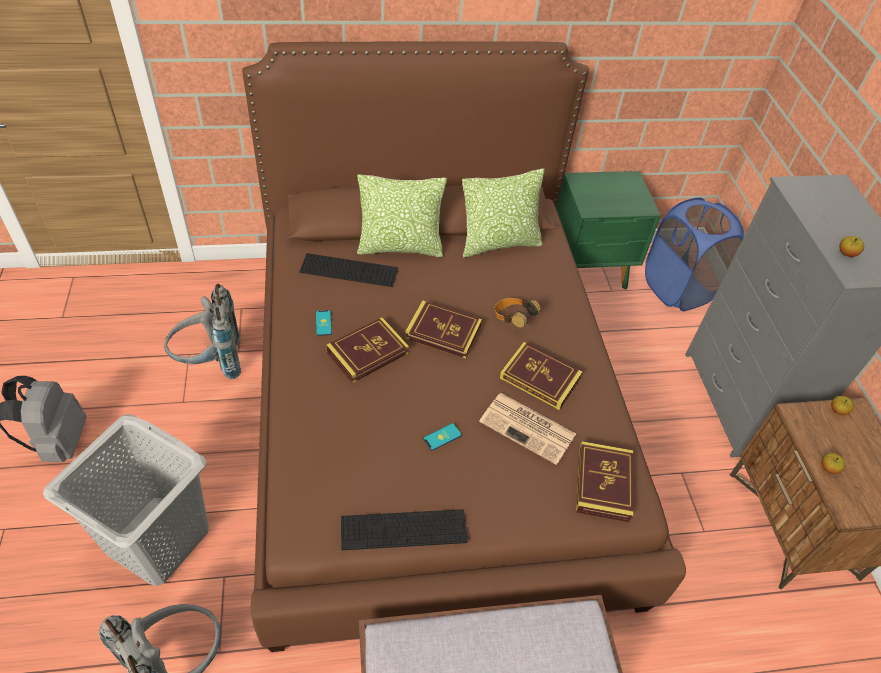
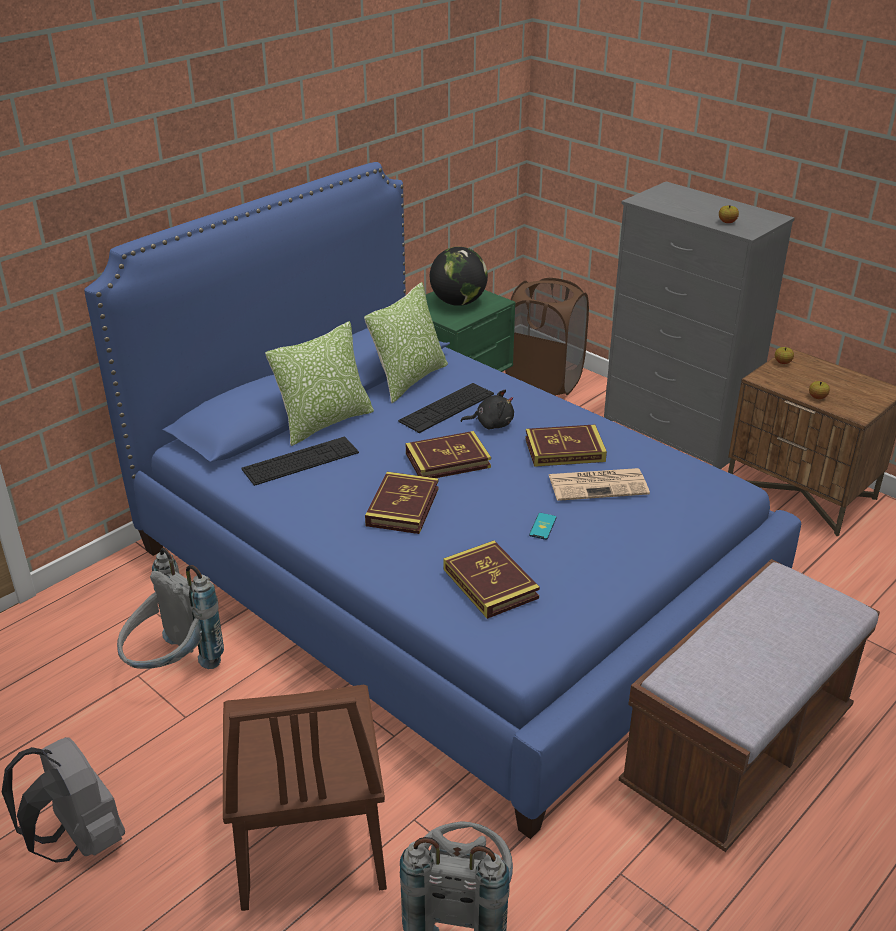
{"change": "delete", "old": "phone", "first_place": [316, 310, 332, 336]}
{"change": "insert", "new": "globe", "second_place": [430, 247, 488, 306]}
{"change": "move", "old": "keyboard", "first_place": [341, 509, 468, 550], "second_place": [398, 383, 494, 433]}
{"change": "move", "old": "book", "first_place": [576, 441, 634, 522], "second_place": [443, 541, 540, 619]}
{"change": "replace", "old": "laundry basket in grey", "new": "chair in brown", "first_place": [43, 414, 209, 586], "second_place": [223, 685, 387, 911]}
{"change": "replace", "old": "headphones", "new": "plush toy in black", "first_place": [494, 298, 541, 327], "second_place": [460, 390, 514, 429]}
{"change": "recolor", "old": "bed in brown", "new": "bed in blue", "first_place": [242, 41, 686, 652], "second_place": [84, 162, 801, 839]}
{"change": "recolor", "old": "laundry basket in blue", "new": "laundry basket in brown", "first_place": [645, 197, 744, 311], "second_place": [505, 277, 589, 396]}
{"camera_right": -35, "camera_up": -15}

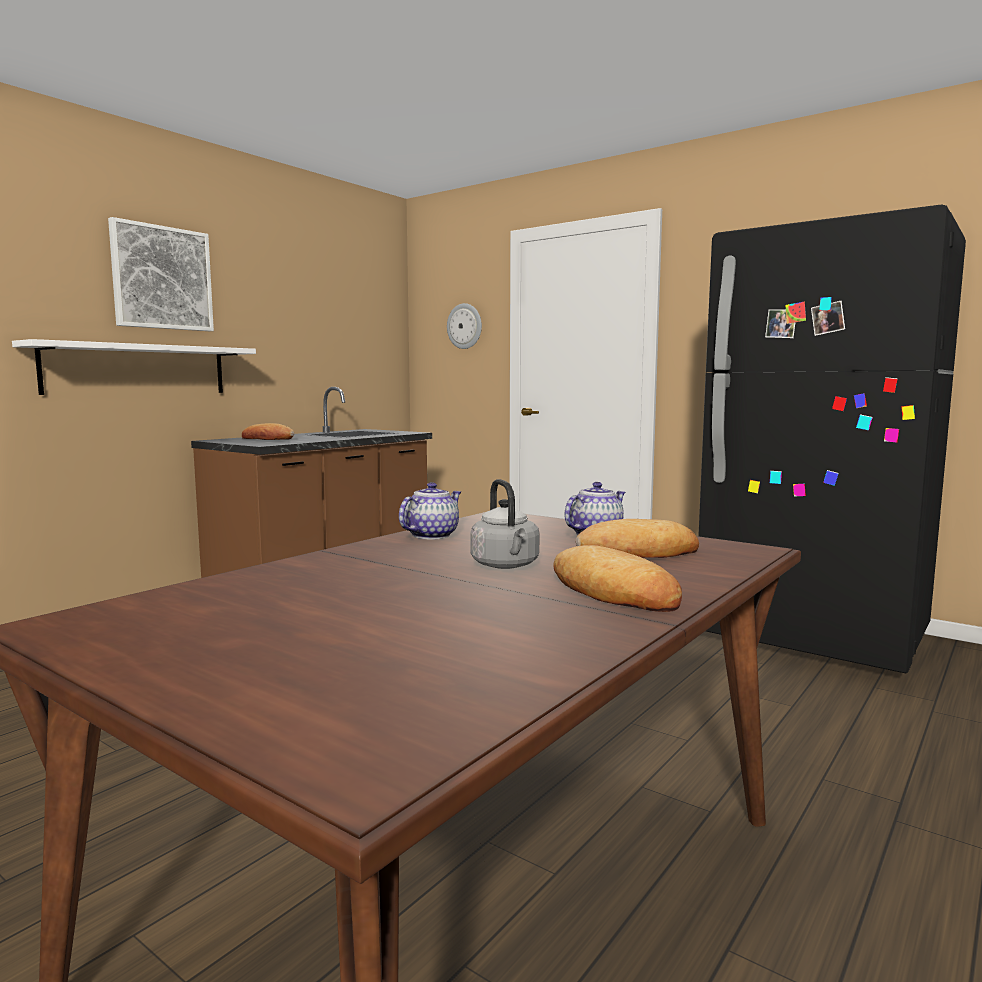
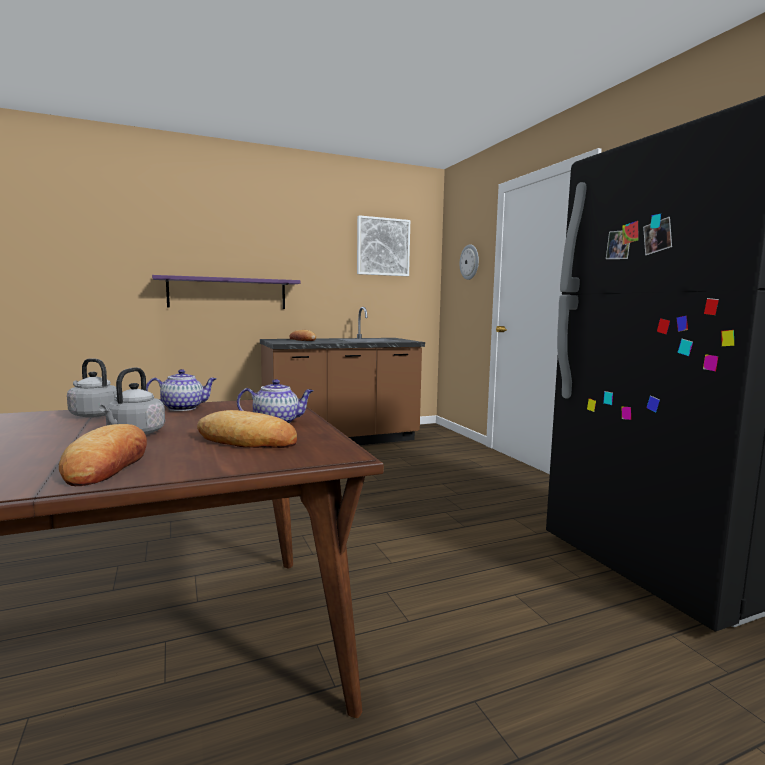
{"change": "insert", "new": "kettle in grey", "second_place": [67, 358, 117, 418]}
{"change": "move", "old": "picture", "first_place": [108, 217, 214, 331], "second_place": [357, 215, 410, 276]}
{"change": "recolor", "old": "shelf in white", "new": "shelf in purple", "first_place": [12, 339, 256, 395], "second_place": [152, 275, 301, 309]}
{"camera_right": 30, "camera_up": 0}

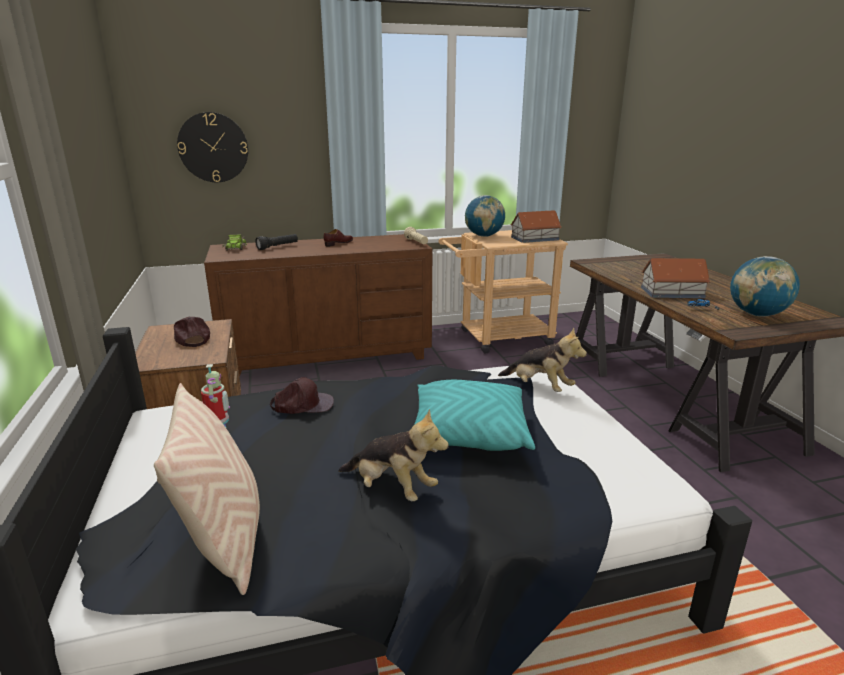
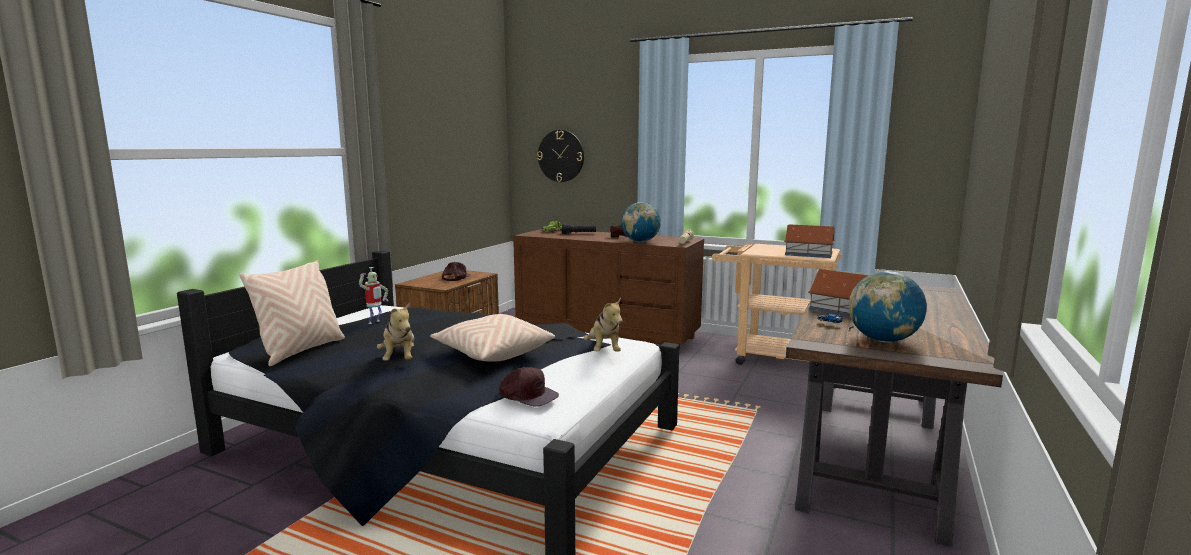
{"change": "move", "old": "cap in brown", "first_place": [270, 377, 334, 414], "second_place": [500, 367, 559, 407]}
{"change": "move", "old": "globe", "first_place": [465, 195, 505, 237], "second_place": [621, 202, 661, 242]}
{"change": "recolor", "old": "pillow in turquoise", "new": "pillow in beige", "first_place": [414, 380, 535, 451], "second_place": [430, 314, 555, 362]}
{"camera_right": 40, "camera_up": -10}

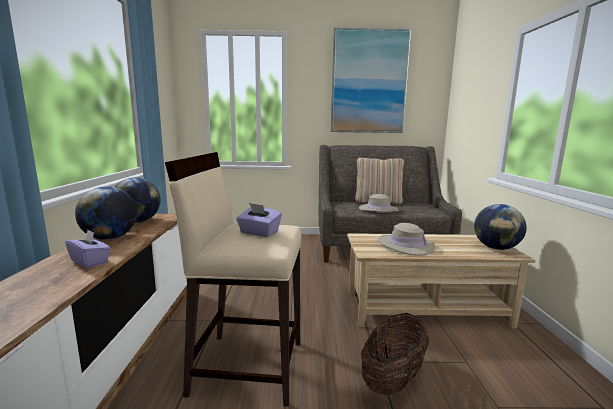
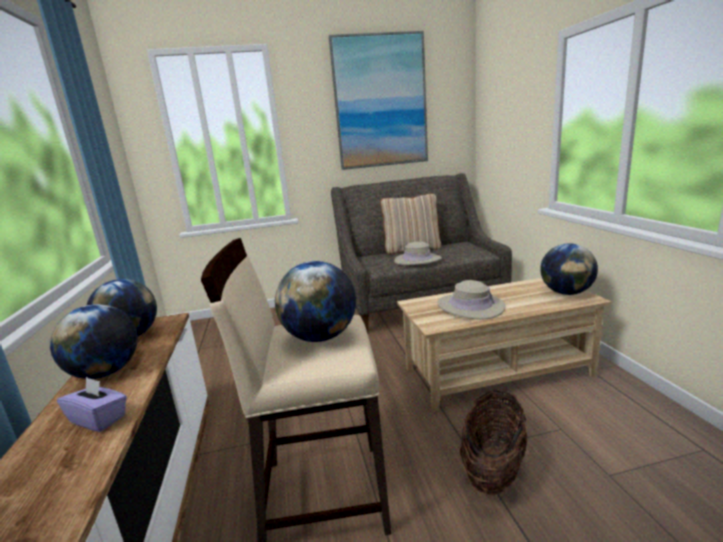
{"change": "replace", "old": "tissue box in purple", "new": "globe", "first_place": [236, 203, 282, 237], "second_place": [275, 261, 356, 342]}
{"camera_right": -10, "camera_up": 5}

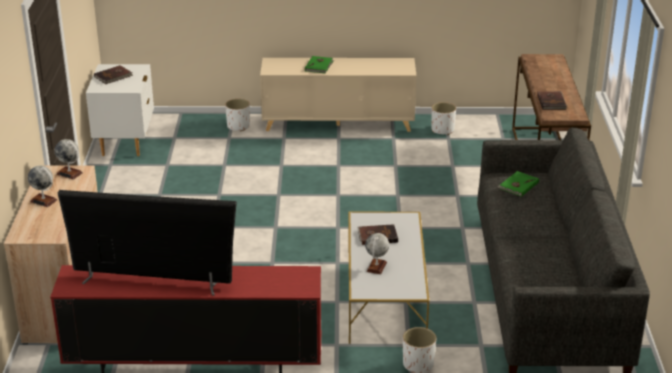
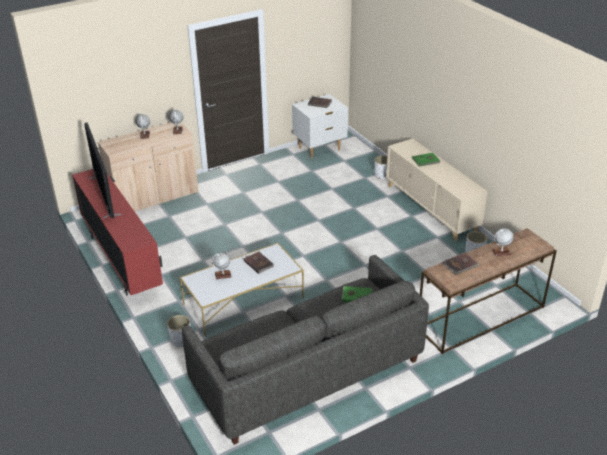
{"change": "insert", "new": "globe", "second_place": [492, 228, 513, 257]}
{"camera_right": 60, "camera_up": 5}

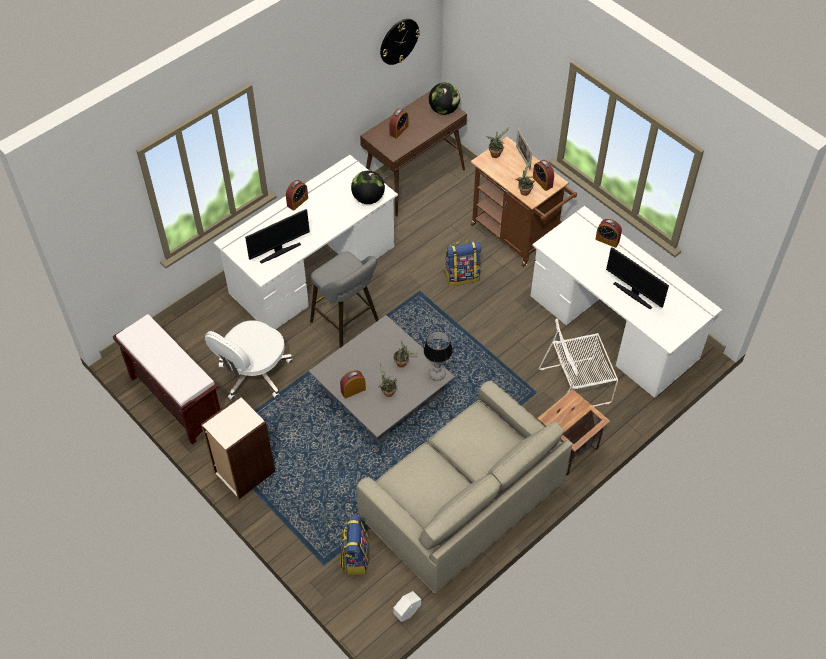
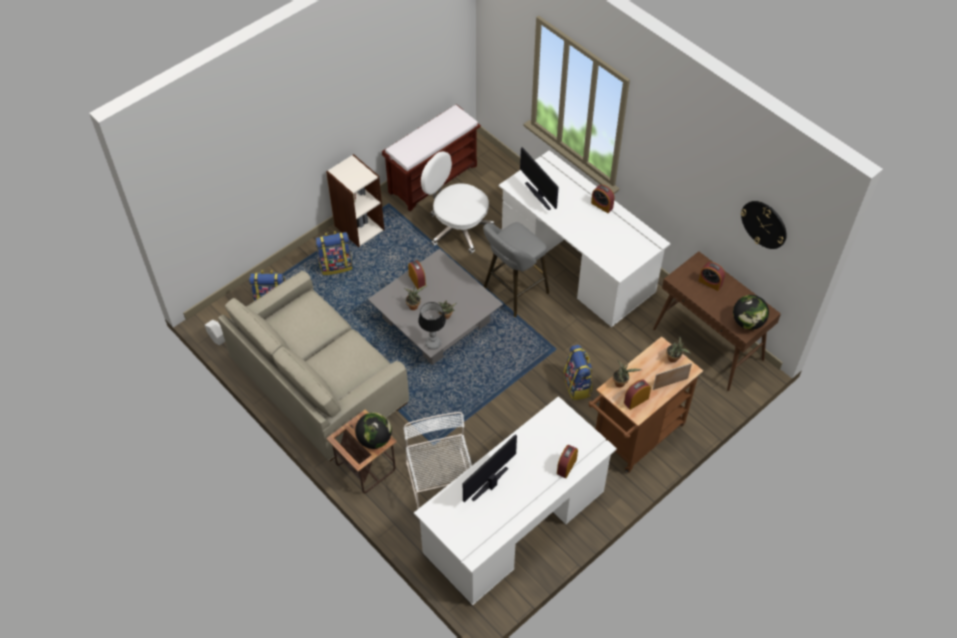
{"change": "insert", "new": "backpack", "second_place": [316, 231, 352, 275]}
{"change": "move", "old": "globe", "first_place": [351, 171, 385, 204], "second_place": [355, 412, 392, 449]}
{"camera_right": 90, "camera_up": 0}

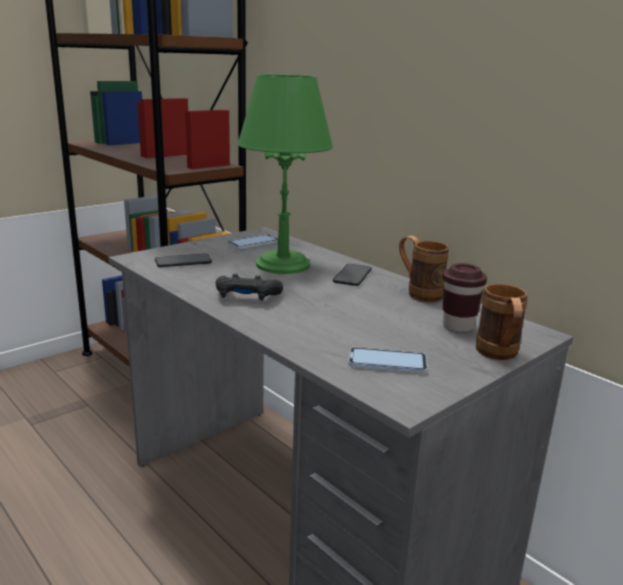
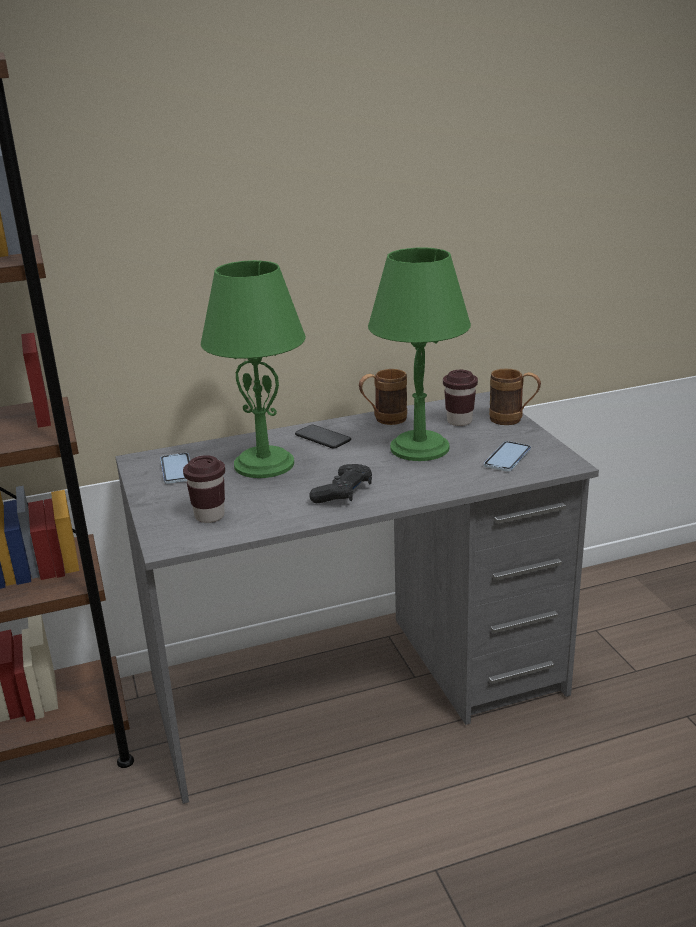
{"change": "insert", "new": "table lamp in green", "second_place": [368, 247, 471, 461]}
{"change": "replace", "old": "phone", "new": "cup in brown", "first_place": [155, 254, 212, 267], "second_place": [183, 455, 225, 523]}
{"camera_right": -65, "camera_up": 5}

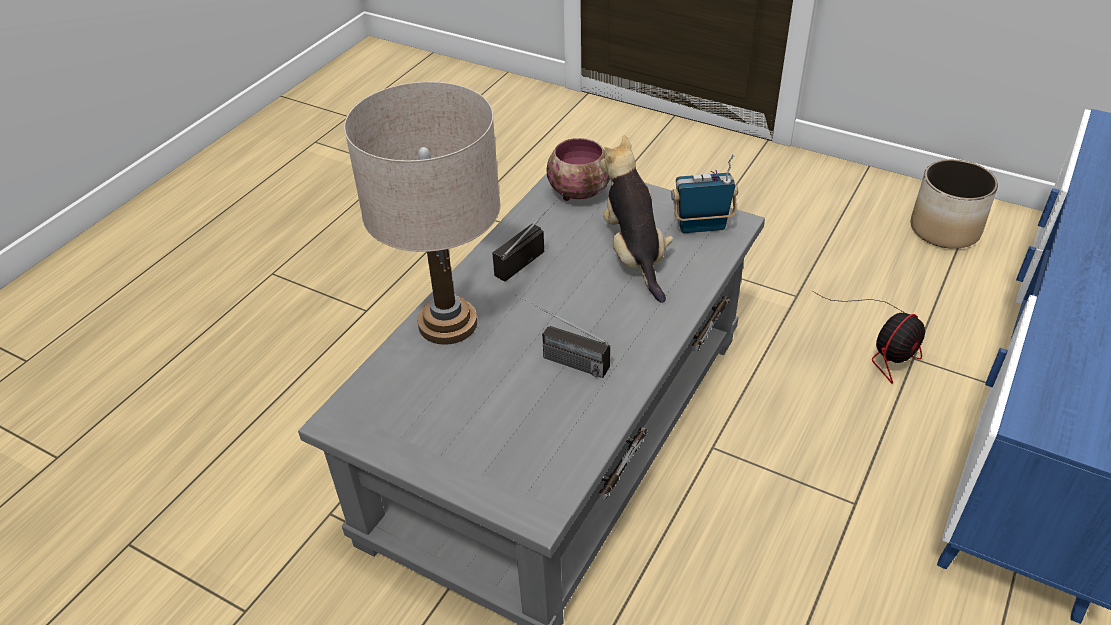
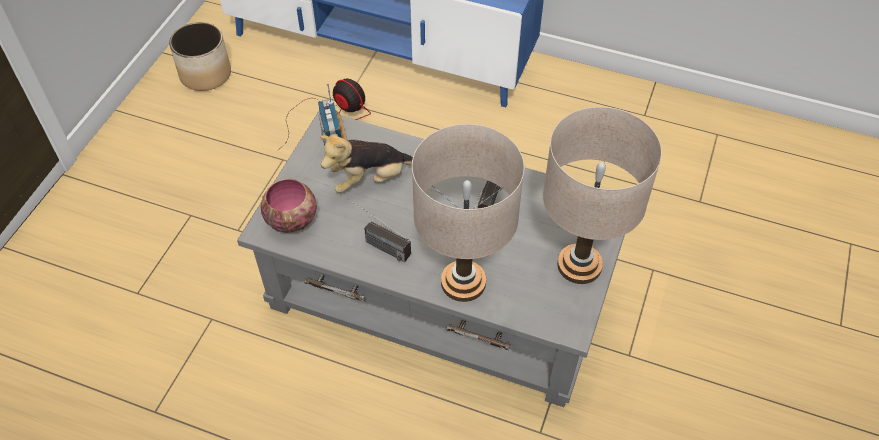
{"change": "insert", "new": "table lamp in beige", "second_place": [543, 107, 662, 284]}
{"camera_right": -100, "camera_up": 10}

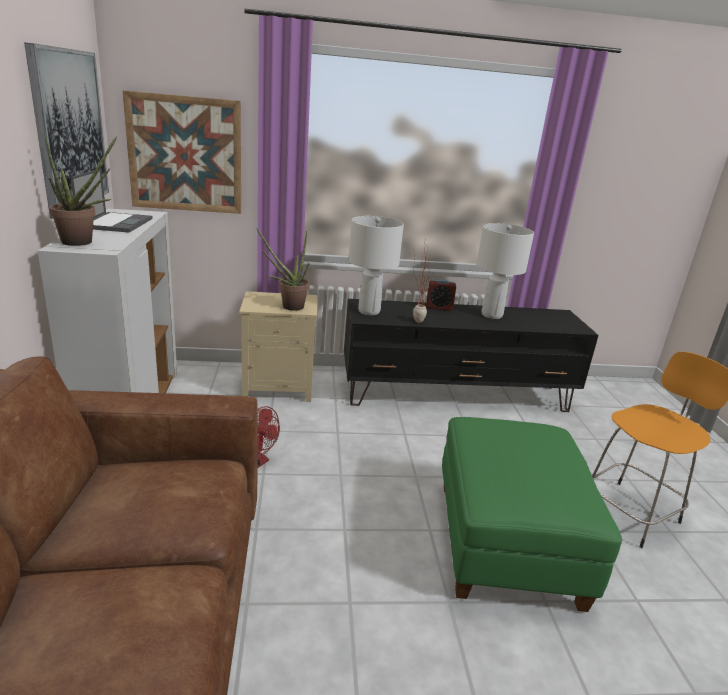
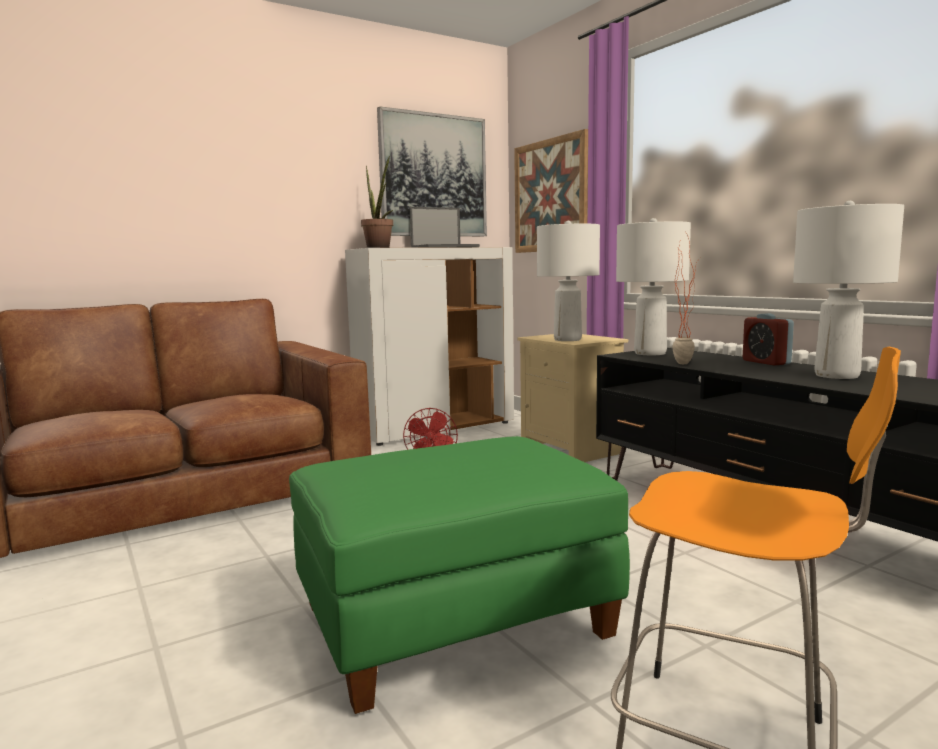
{"change": "replace", "old": "potted plant", "new": "table lamp in white", "first_place": [256, 228, 310, 311], "second_place": [537, 221, 600, 341]}
{"camera_right": 65, "camera_up": -15}

